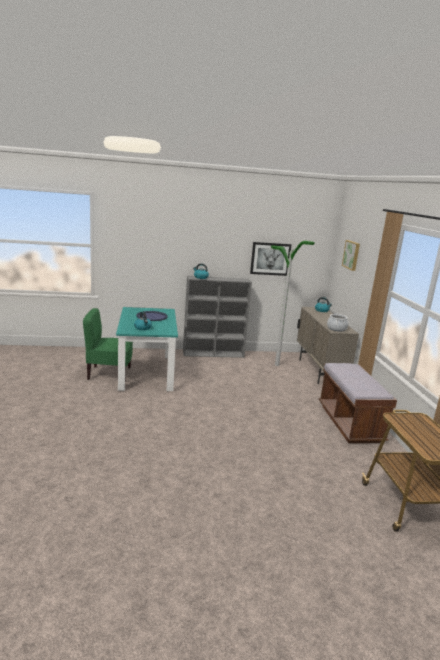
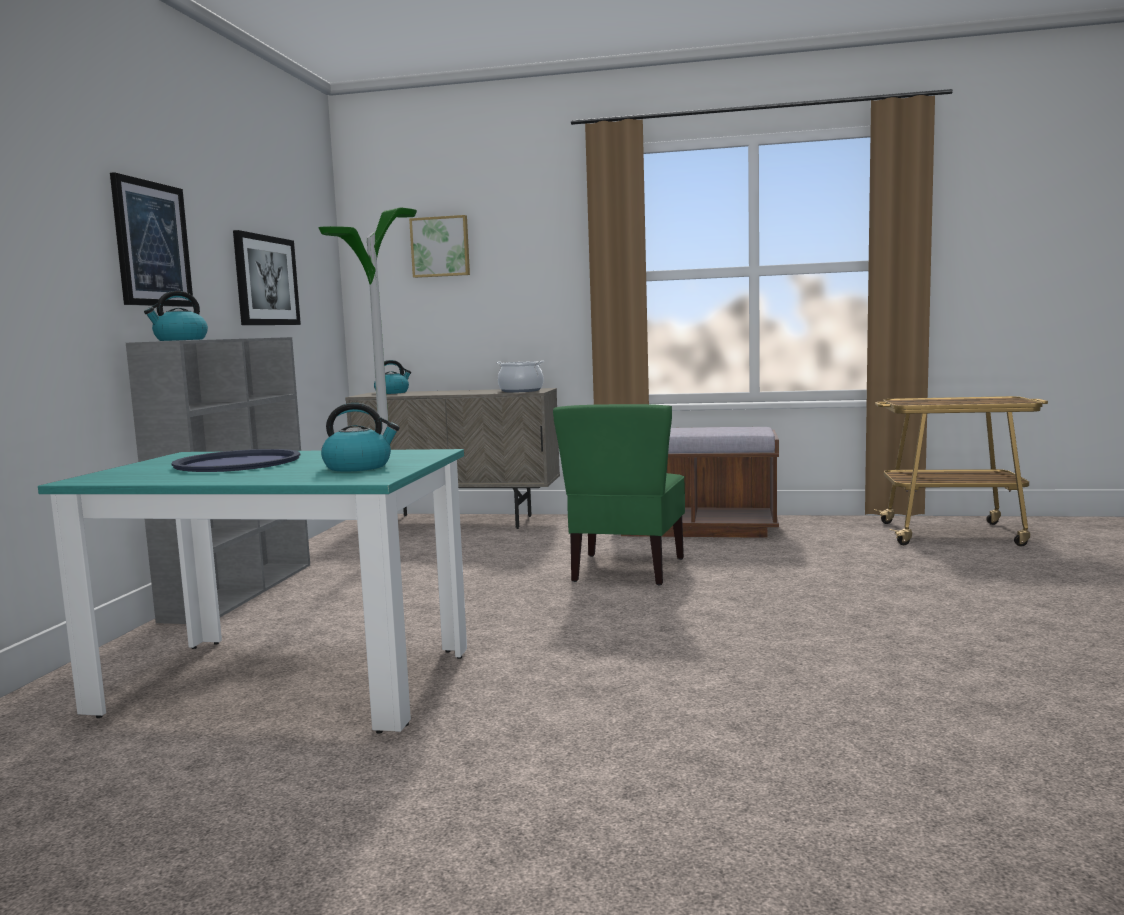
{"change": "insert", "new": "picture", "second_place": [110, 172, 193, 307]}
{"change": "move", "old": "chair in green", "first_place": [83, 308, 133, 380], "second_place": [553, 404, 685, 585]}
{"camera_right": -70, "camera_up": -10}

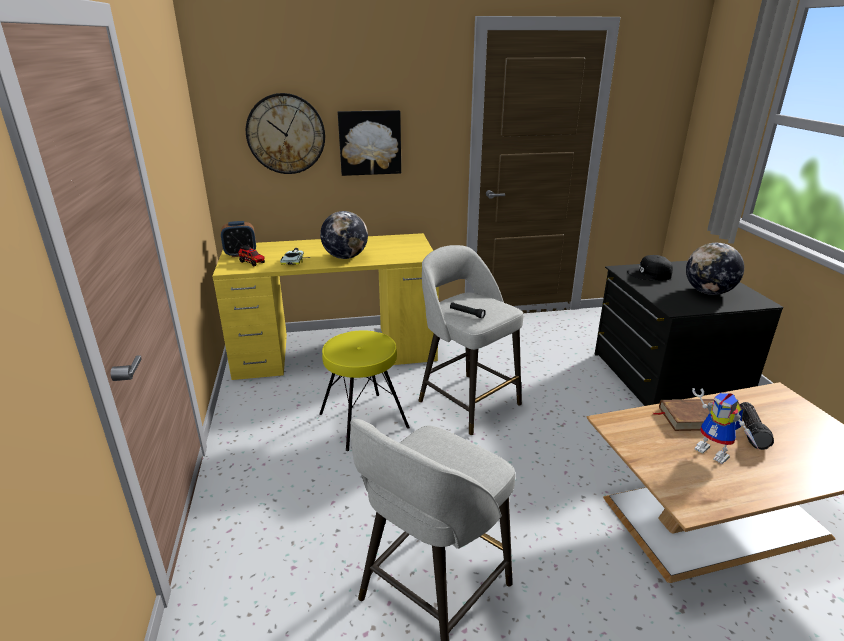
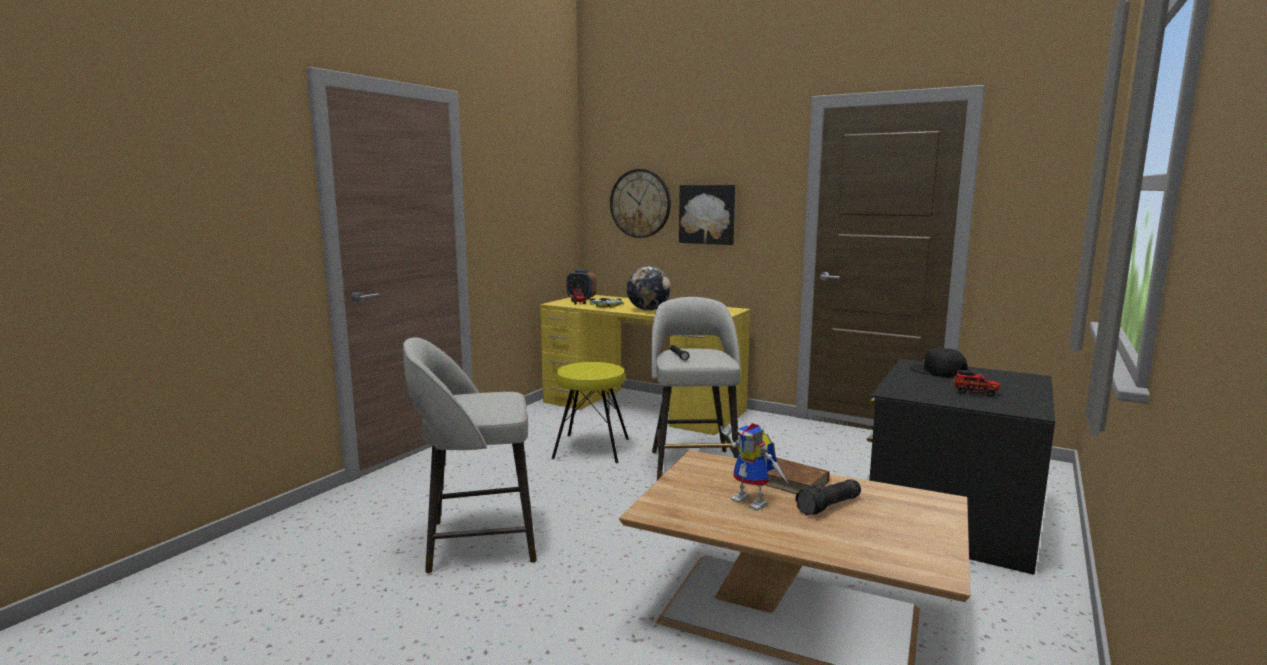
{"change": "replace", "old": "globe", "new": "toy truck", "first_place": [686, 243, 744, 295], "second_place": [953, 370, 1001, 397]}
{"change": "rotate", "old": "toy robot", "first_place": [692, 388, 758, 464], "second_place": [720, 423, 789, 511], "degrees": -45}
{"camera_right": 40, "camera_up": -15}

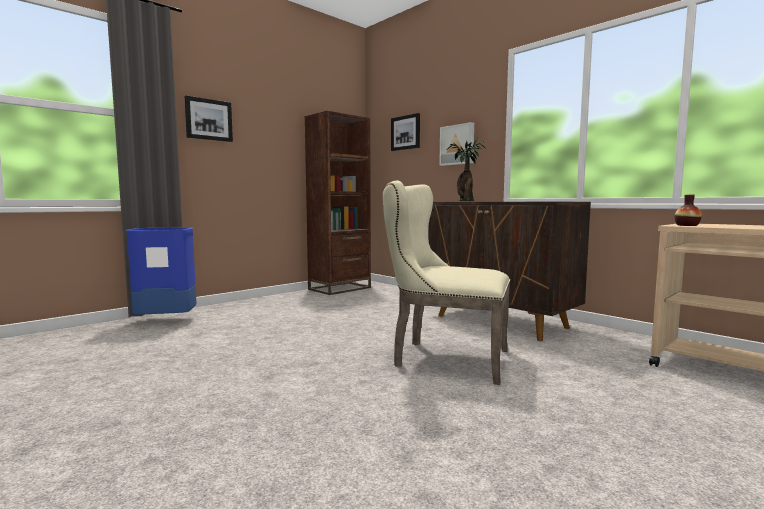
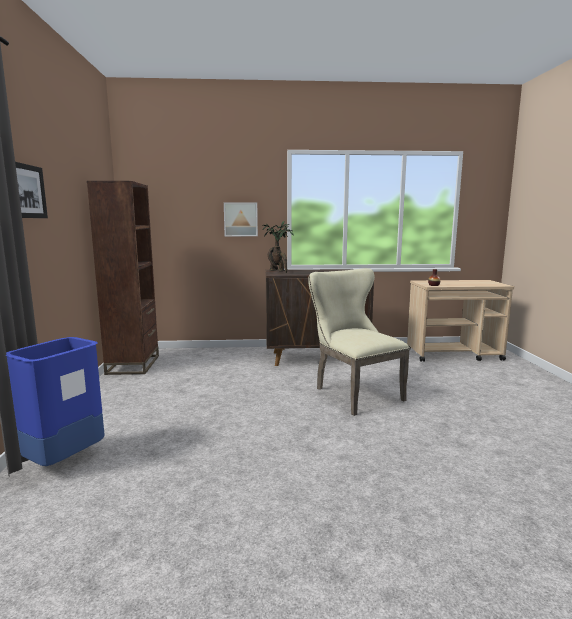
{"change": "delete", "old": "picture", "first_place": [391, 113, 420, 151]}
{"change": "rotate", "old": "chair in beige", "first_place": [383, 181, 510, 385], "second_place": [308, 268, 410, 416], "degrees": 90}
{"camera_right": -50, "camera_up": 5}

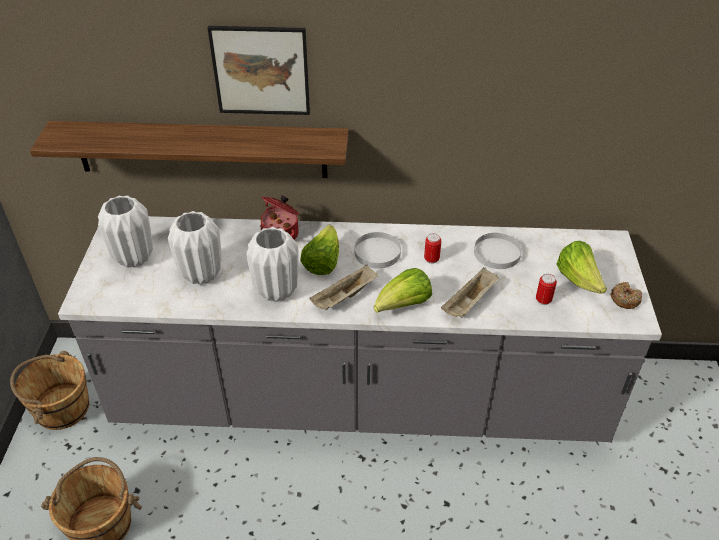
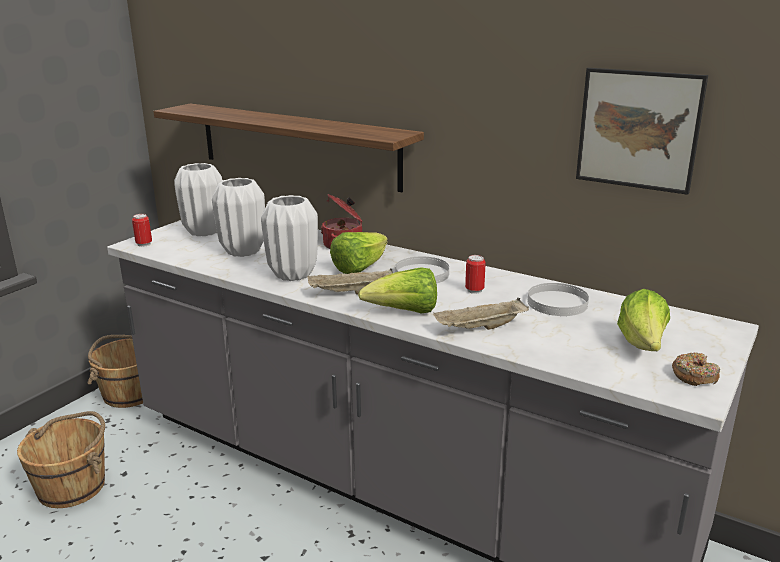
{"change": "move", "old": "picture", "first_place": [208, 26, 310, 115], "second_place": [576, 68, 708, 195]}
{"change": "move", "old": "can", "first_place": [536, 274, 557, 305], "second_place": [132, 214, 152, 247]}
{"camera_right": 30, "camera_up": -20}

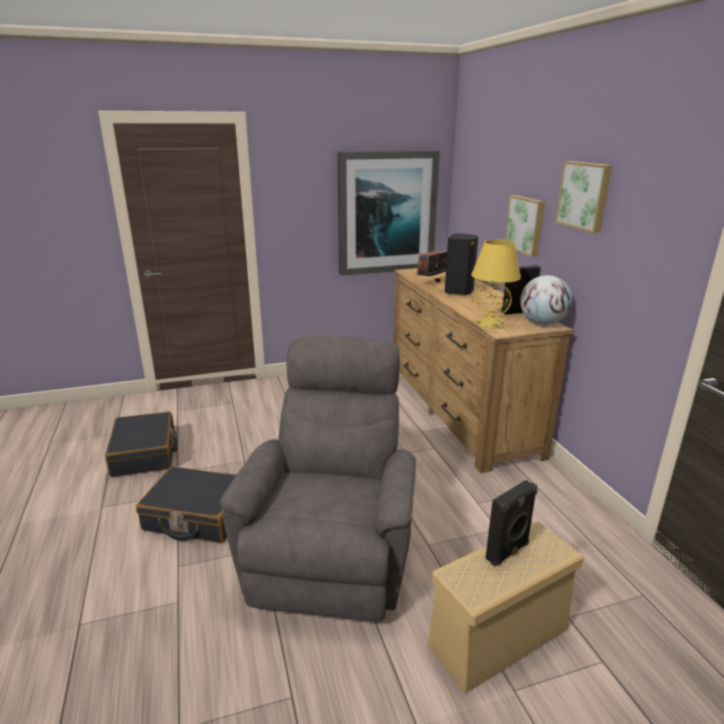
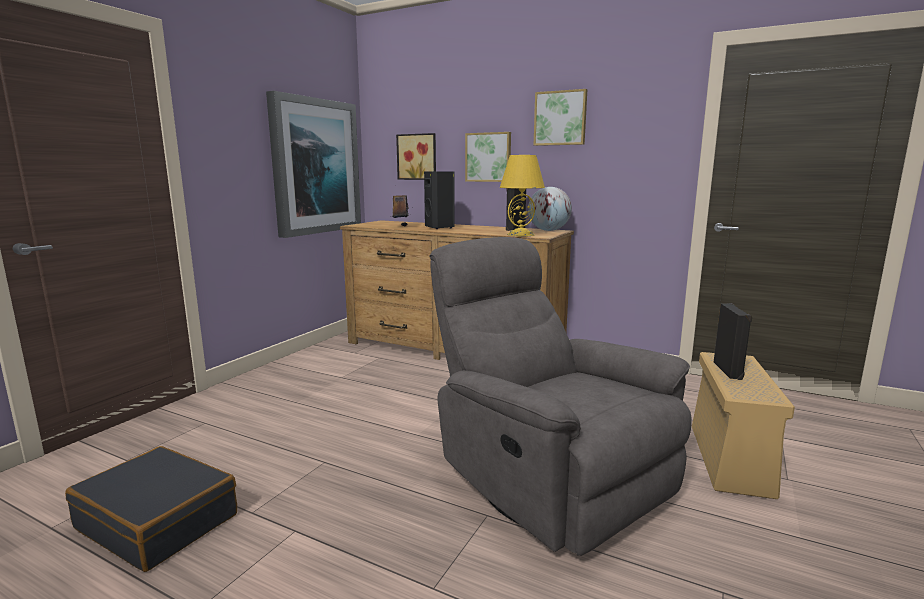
{"change": "delete", "old": "suitcase in black", "first_place": [136, 466, 236, 543]}
{"change": "insert", "new": "picture", "second_place": [396, 133, 436, 180]}
{"camera_right": -45, "camera_up": -10}

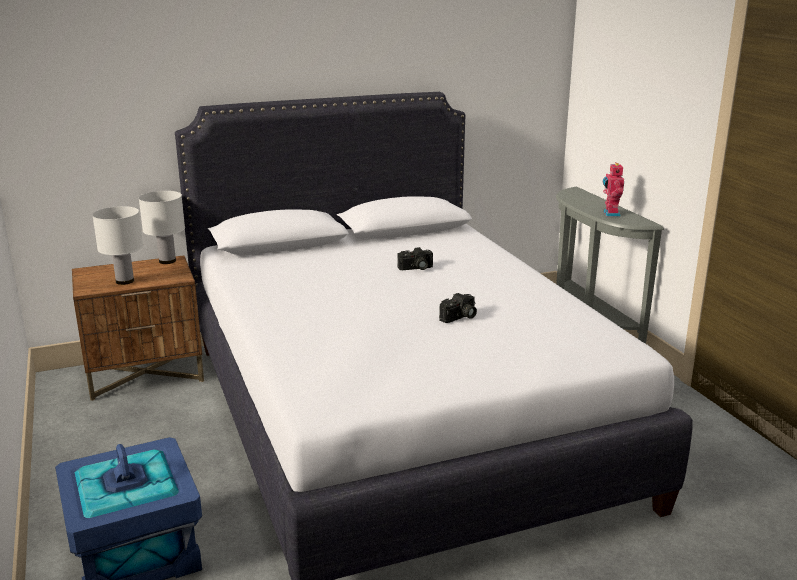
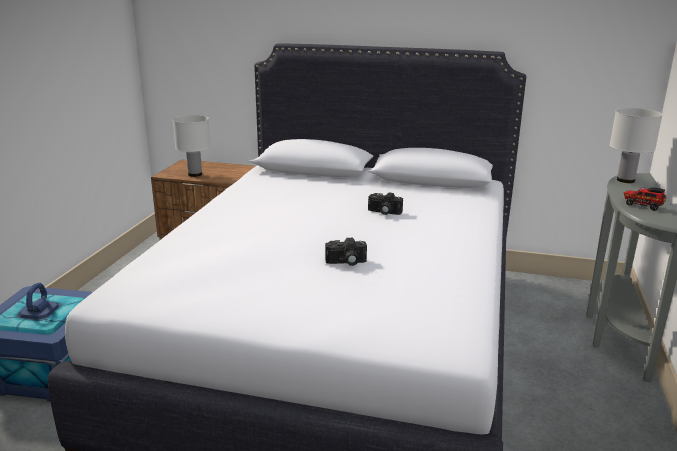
{"change": "move", "old": "table lamp in white", "first_place": [139, 191, 185, 264], "second_place": [610, 108, 663, 183]}
{"change": "replace", "old": "toy robot", "new": "toy truck", "first_place": [603, 162, 624, 217], "second_place": [623, 187, 666, 211]}
{"camera_right": 35, "camera_up": 0}

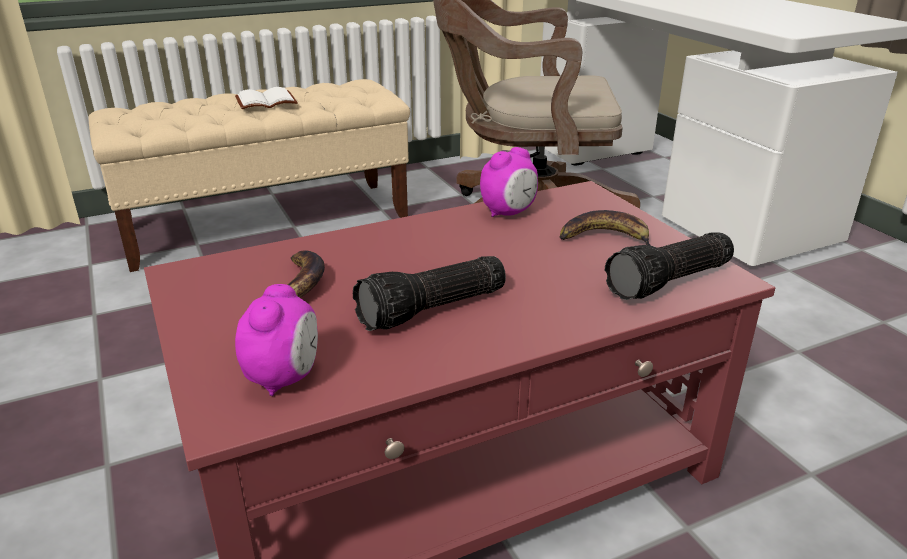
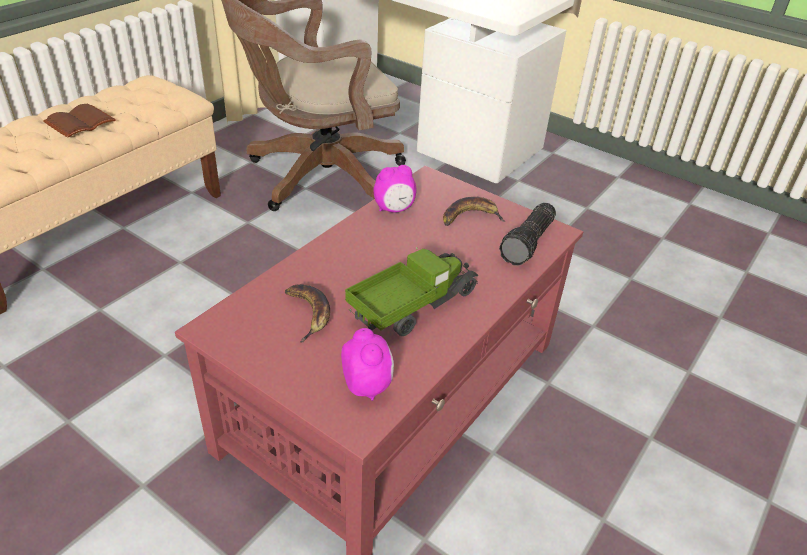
{"change": "replace", "old": "flashlight", "new": "toy truck", "first_place": [353, 256, 506, 331], "second_place": [345, 247, 478, 336]}
{"change": "recolor", "old": "book in white", "new": "book in brown", "first_place": [235, 87, 298, 109], "second_place": [44, 104, 116, 138]}
{"change": "rotate", "old": "alarm clock", "first_place": [480, 147, 538, 217], "second_place": [373, 165, 417, 213], "degrees": 45}
{"camera_right": -30, "camera_up": 10}

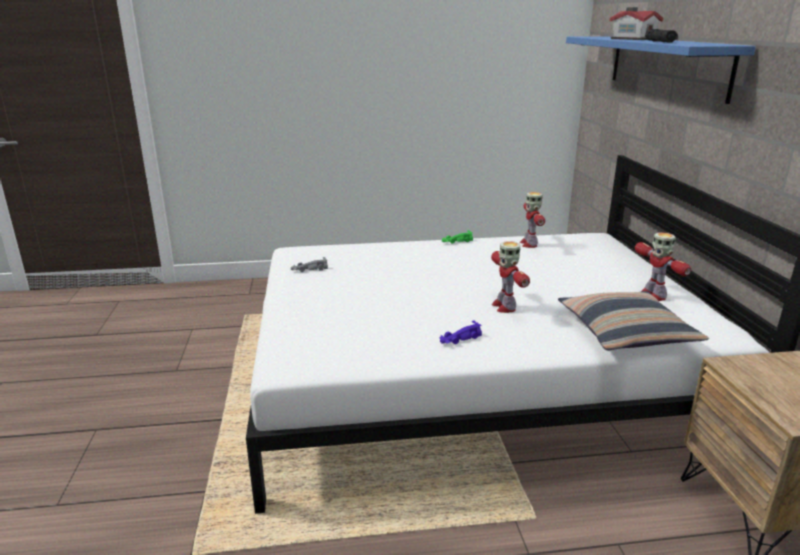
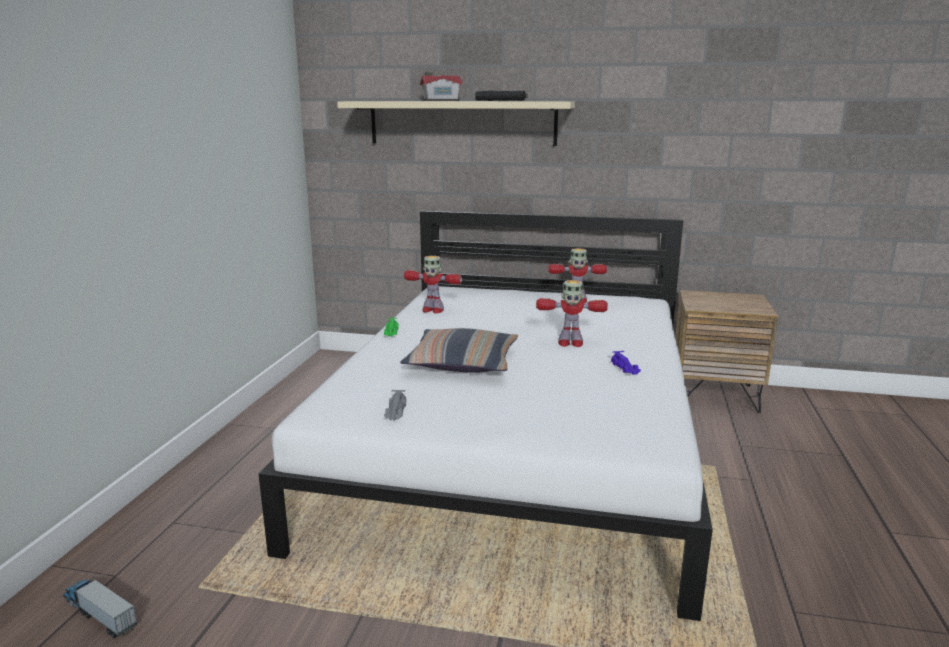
{"change": "insert", "new": "toy truck", "second_place": [63, 577, 137, 638]}
{"change": "move", "old": "pillow", "first_place": [558, 291, 709, 351], "second_place": [400, 328, 518, 373]}
{"change": "recolor", "old": "shelf in blue", "new": "shelf in beige", "first_place": [566, 36, 756, 104], "second_place": [337, 101, 575, 146]}
{"camera_right": -70, "camera_up": -5}

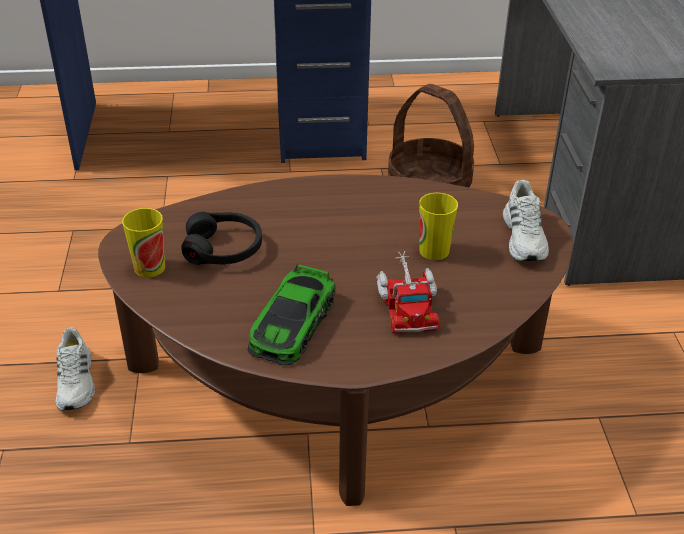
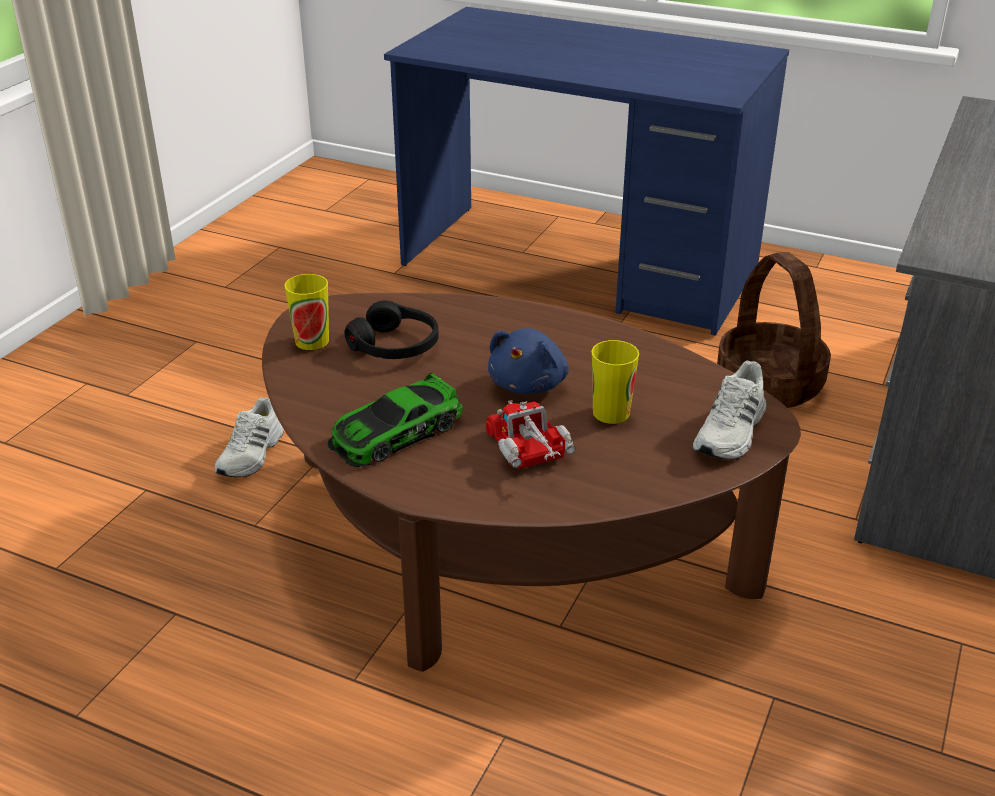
{"change": "insert", "new": "plush toy in blue", "second_place": [488, 328, 569, 394]}
{"change": "rotate", "old": "toy truck", "first_place": [376, 251, 440, 333], "second_place": [485, 400, 576, 469], "degrees": 135}
{"camera_right": 30, "camera_up": -5}

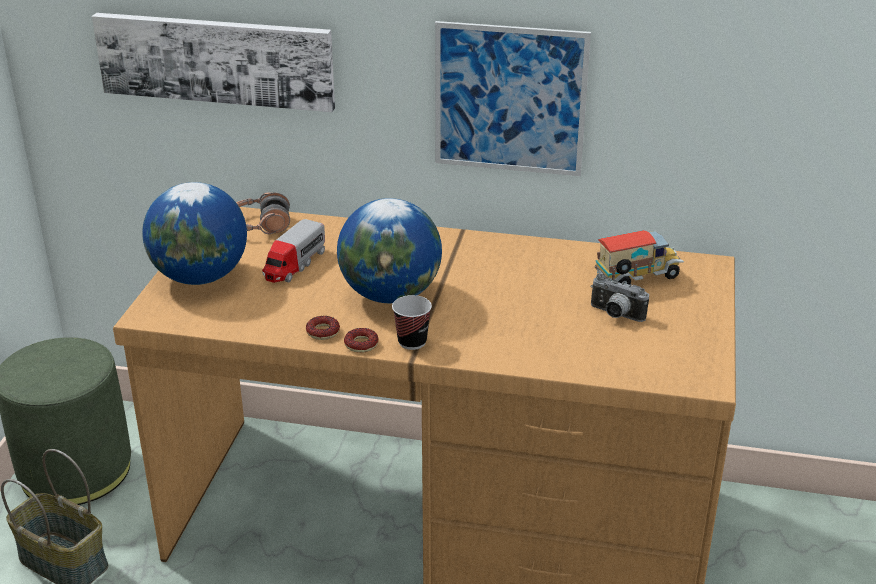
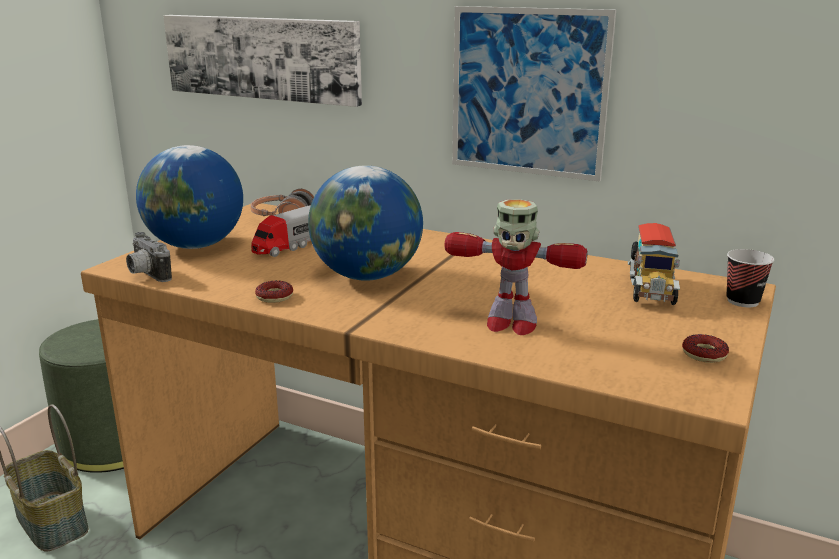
{"change": "insert", "new": "toy robot", "second_place": [445, 199, 588, 335]}
{"change": "move", "old": "donut", "first_place": [344, 328, 379, 353], "second_place": [682, 334, 729, 363]}
{"change": "move", "old": "cup", "first_place": [392, 295, 432, 350], "second_place": [726, 249, 774, 307]}
{"change": "move", "old": "photo camera", "first_place": [591, 274, 649, 322], "second_place": [126, 232, 172, 282]}
{"change": "rotate", "old": "toy truck", "first_place": [595, 230, 684, 285], "second_place": [628, 223, 680, 305], "degrees": 105}
{"camera_right": 15, "camera_up": -10}

